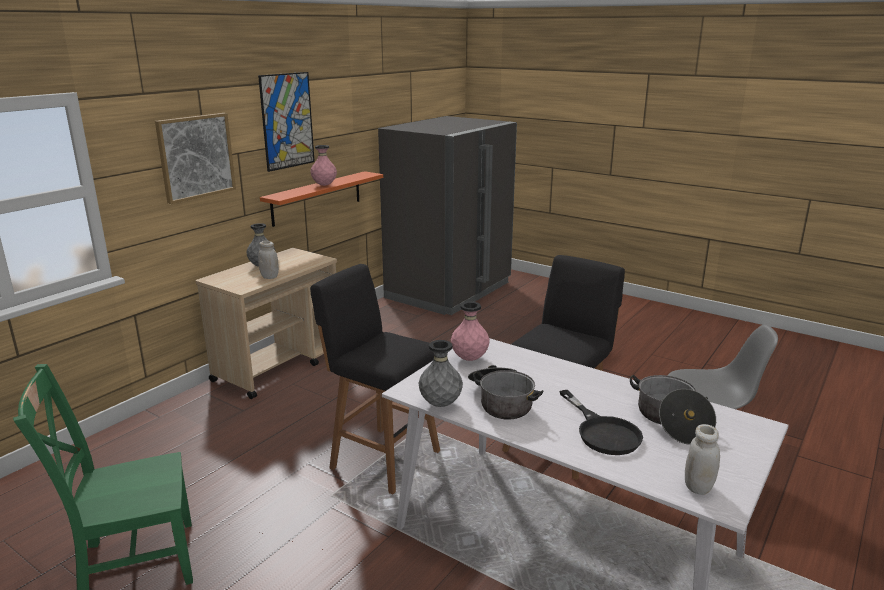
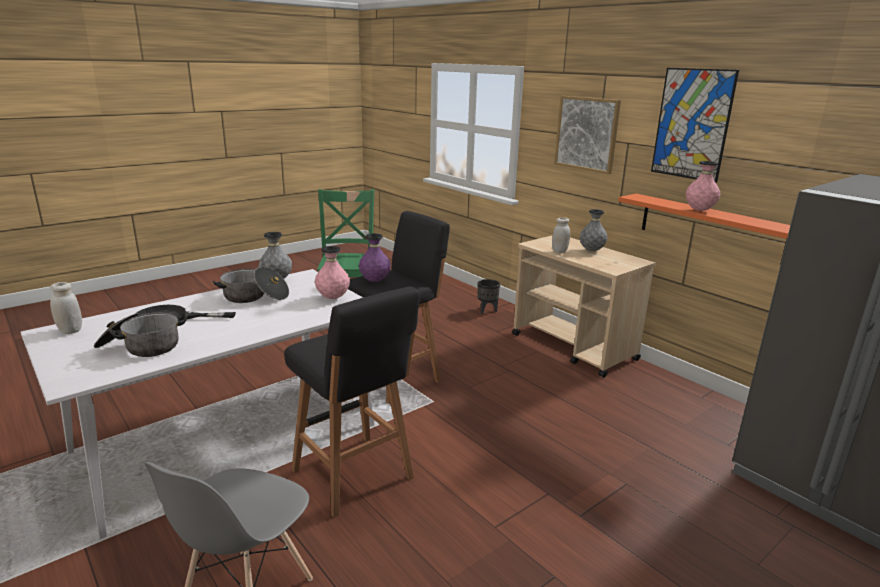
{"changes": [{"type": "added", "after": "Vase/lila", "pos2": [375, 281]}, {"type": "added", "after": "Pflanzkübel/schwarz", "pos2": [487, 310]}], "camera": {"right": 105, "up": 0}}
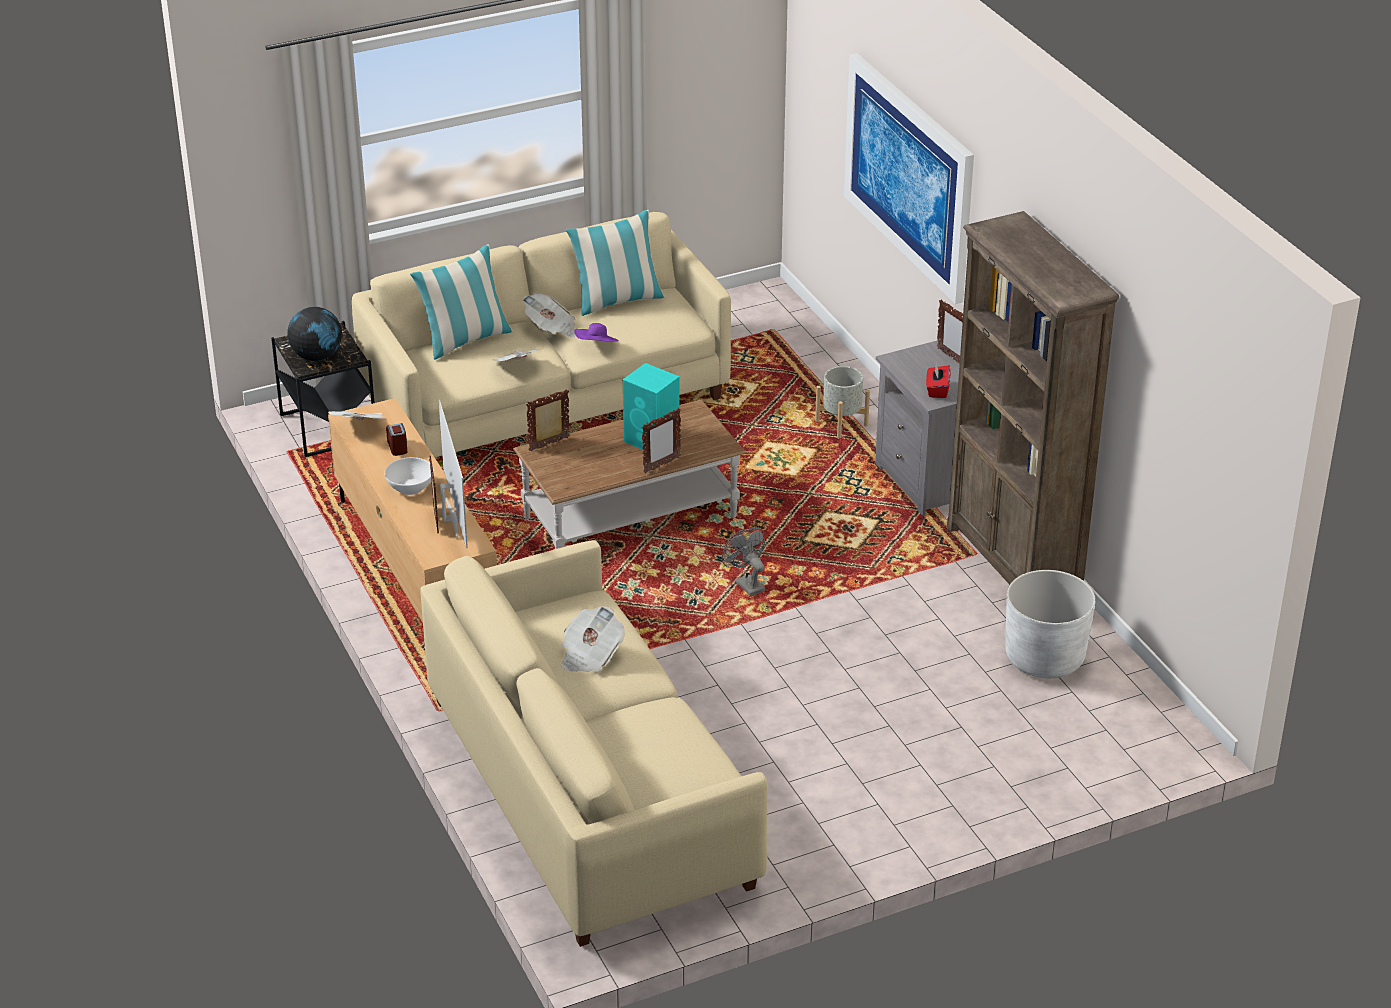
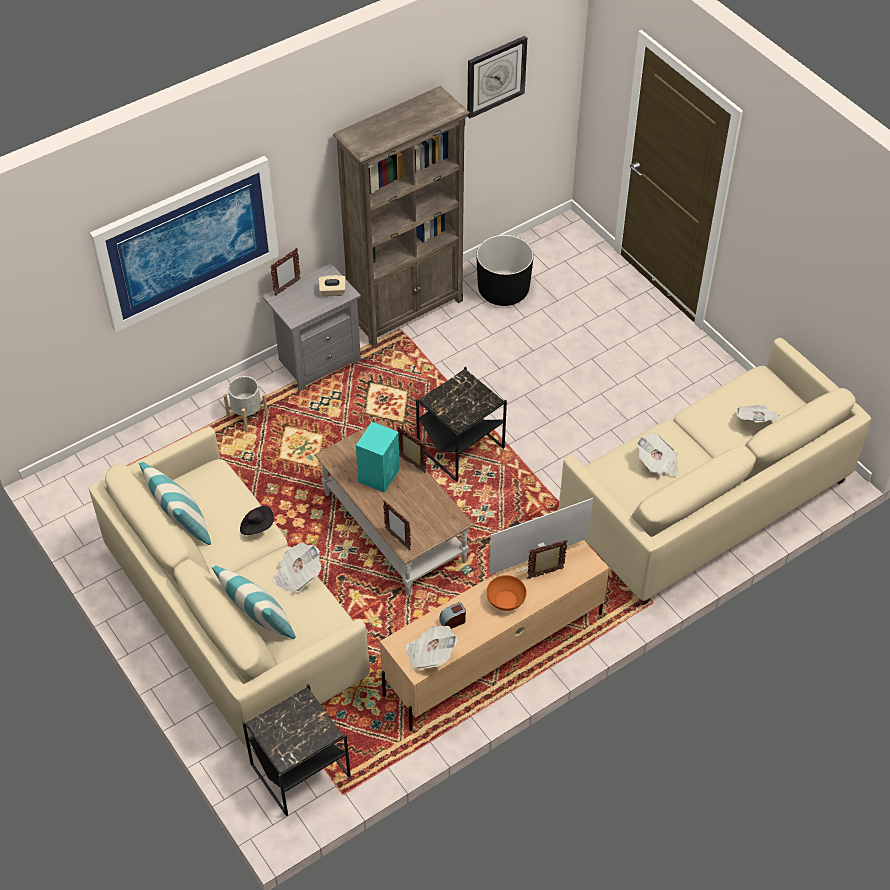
{"changes": [{"type": "removed", "before": "Globus", "pos1": [317, 356]}, {"type": "recoloured", "before": "Schüssel/weiß", "after": "Schüssel/orange", "pos1": [410, 487], "pos2": [506, 600]}, {"type": "moved", "before": "Zeitung", "pos1": [551, 328], "pos2": [755, 420]}, {"type": "recoloured", "before": "Hut/lila", "after": "Hut/schwarz", "pos1": [596, 346], "pos2": [257, 526]}, {"type": "replaced", "before": "Ventilator/grau", "after": "Beistelltisch/schwarz", "pos1": [746, 584], "pos2": [461, 447]}, {"type": "recoloured", "before": "Taschentuchbox/rot", "after": "Taschentuchbox/beige", "pos1": [937, 390], "pos2": [332, 292]}, {"type": "recoloured", "before": "Pflanzkübel/weiß", "after": "Pflanzkübel/schwarz", "pos1": [1044, 658], "pos2": [503, 290]}, {"type": "added", "after": "Wanduhr", "pos2": [495, 76]}], "camera": {"right": -100, "up": 15}}
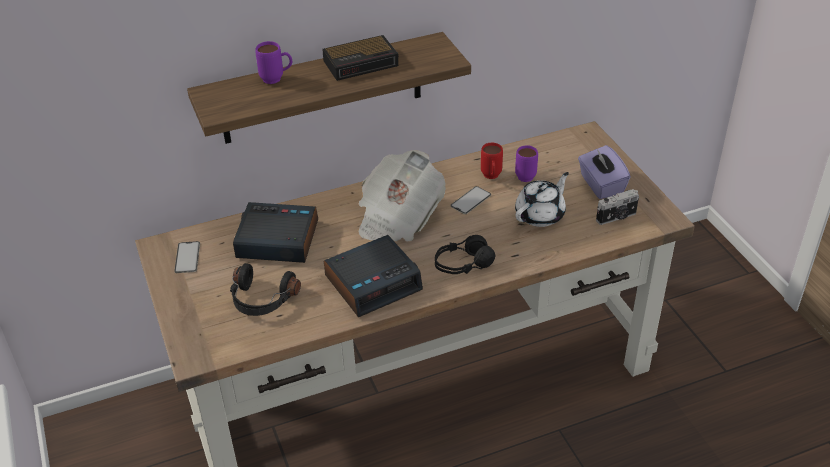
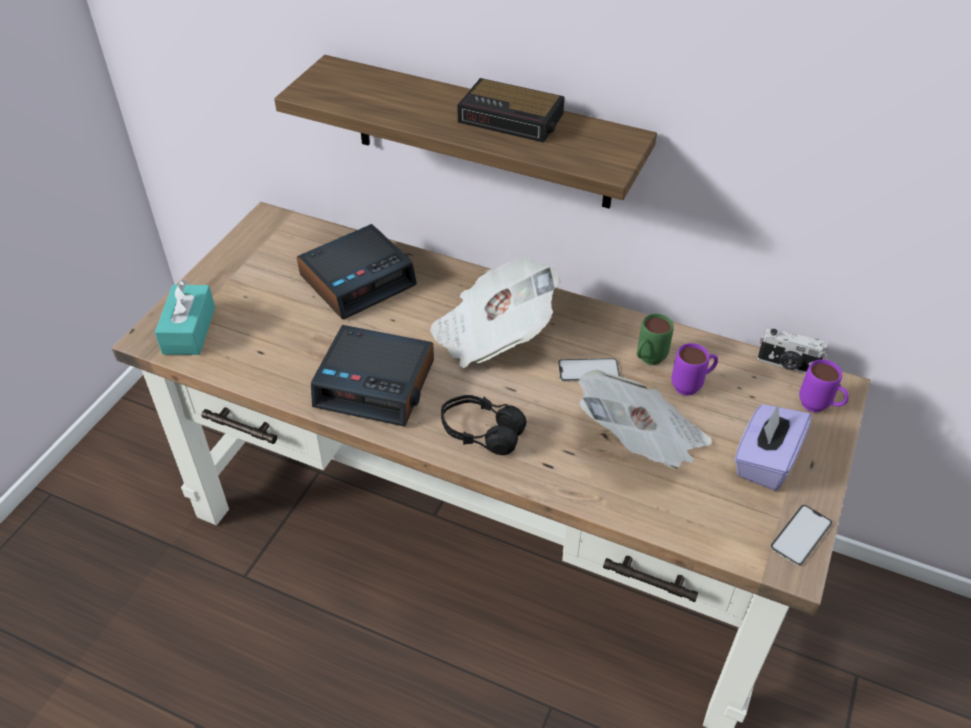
{"changes": [{"type": "moved", "before": "Handy", "pos1": [187, 257], "pos2": [801, 535]}, {"type": "removed", "before": "Kopfhörer/schwarz", "pos1": [262, 300]}, {"type": "turned", "before": "Wecker", "pos1": [276, 240], "pos2": [358, 280], "turn": 90}, {"type": "moved", "before": "Henkelbecher/lila", "pos1": [277, 79], "pos2": [818, 408]}, {"type": "recoloured", "before": "Henkelbecher/rot", "after": "Henkelbecher/grün", "pos1": [491, 177], "pos2": [647, 361]}, {"type": "replaced", "before": "Teekanne/weiß", "after": "Zeitung", "pos1": [540, 215], "pos2": [641, 442]}, {"type": "moved", "before": "Kamera", "pos1": [617, 217], "pos2": [787, 365]}, {"type": "added", "after": "Taschentuchbox/türkis", "pos2": [189, 330]}], "camera": {"right": 45, "up": 5}}
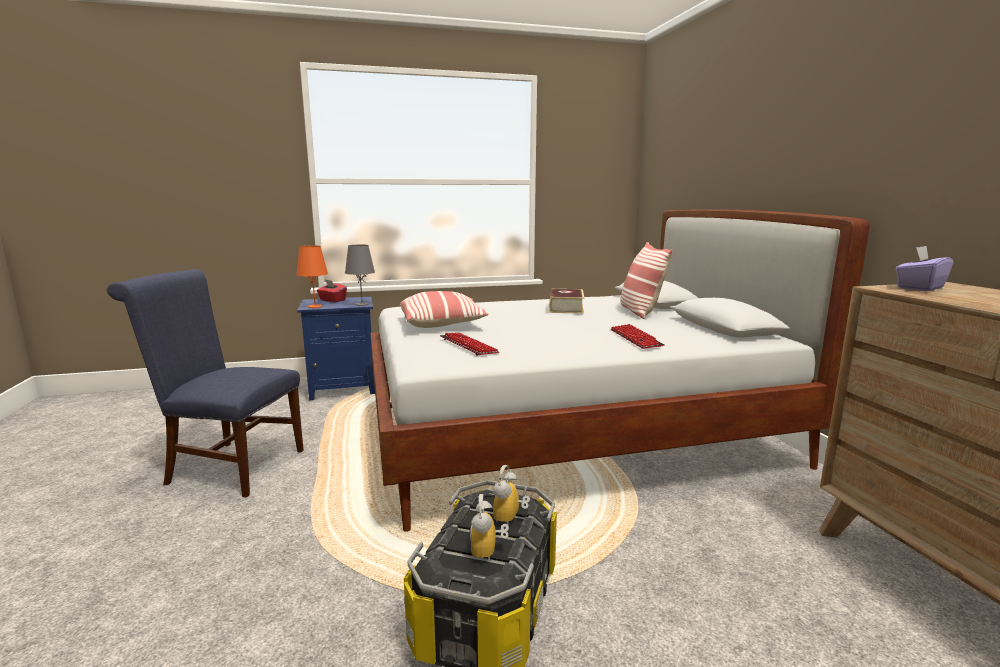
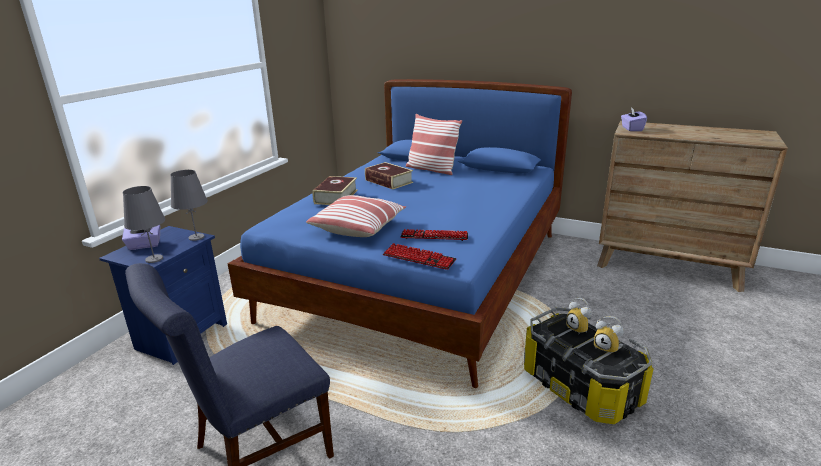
{"changes": [{"type": "recoloured", "before": "Tischlampe/orange", "after": "Tischlampe/grau", "pos1": [315, 306], "pos2": [154, 259]}, {"type": "recoloured", "before": "Taschentuchbox/rot", "after": "Taschentuchbox/lila", "pos1": [332, 300], "pos2": [144, 245]}, {"type": "recoloured", "before": "Bett/weiß", "after": "Bett/blau", "pos1": [568, 431], "pos2": [423, 275]}, {"type": "moved", "before": "Tastatur", "pos1": [635, 338], "pos2": [419, 258]}, {"type": "added", "after": "Buch", "pos2": [336, 197]}], "camera": {"right": -50, "up": 10}}
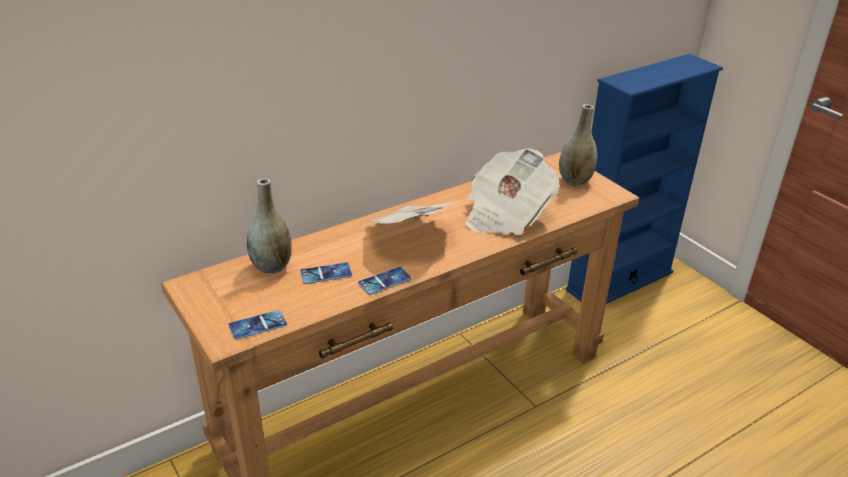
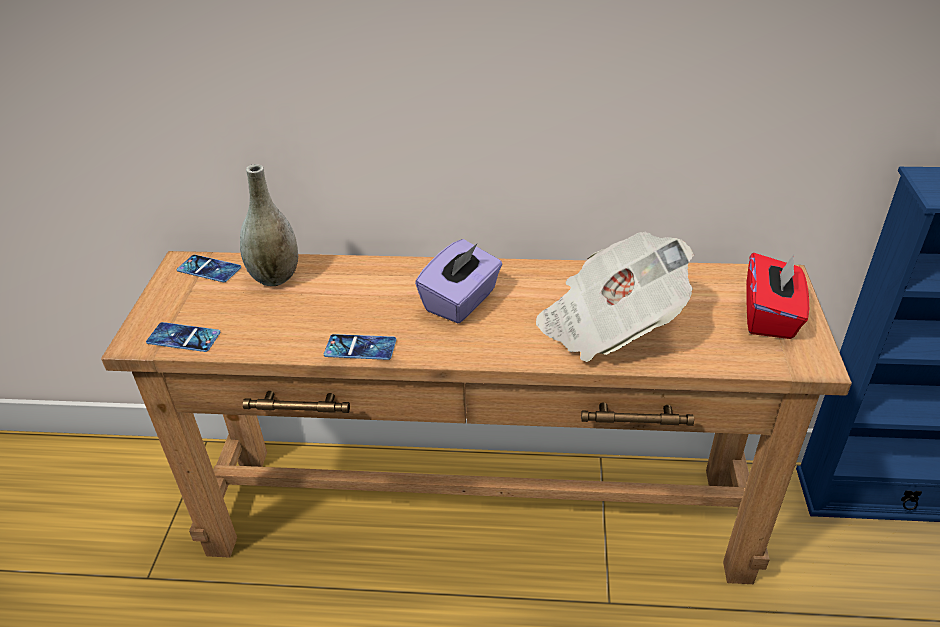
{"changes": [{"type": "moved", "before": "Handy", "pos1": [326, 273], "pos2": [209, 269]}, {"type": "replaced", "before": "Zeitung", "after": "Taschentuchbox/lila", "pos1": [411, 233], "pos2": [461, 301]}, {"type": "replaced", "before": "Vase/grau", "after": "Taschentuchbox/rot", "pos1": [575, 181], "pos2": [770, 316]}], "camera": {"right": 40, "up": 5}}
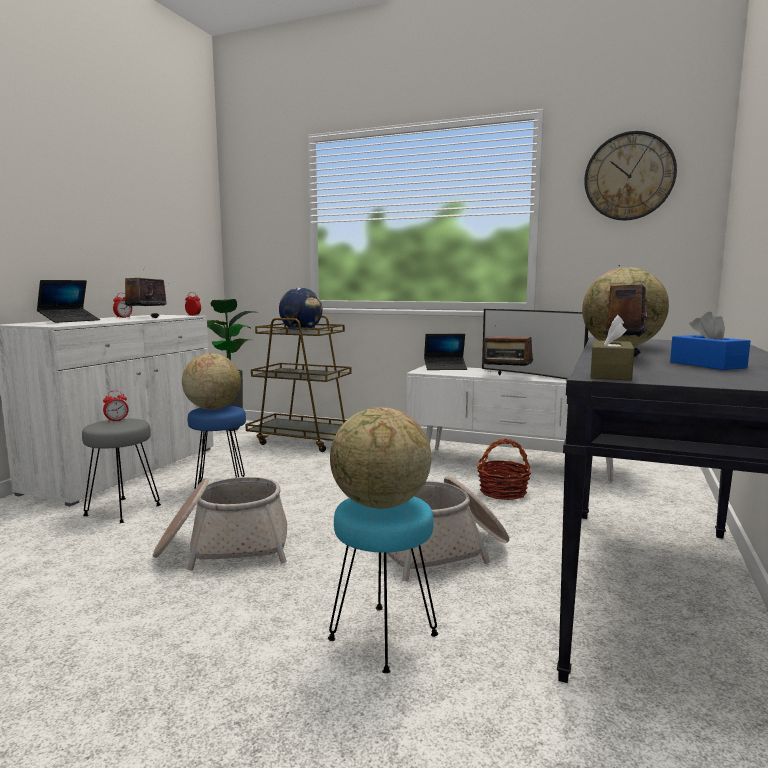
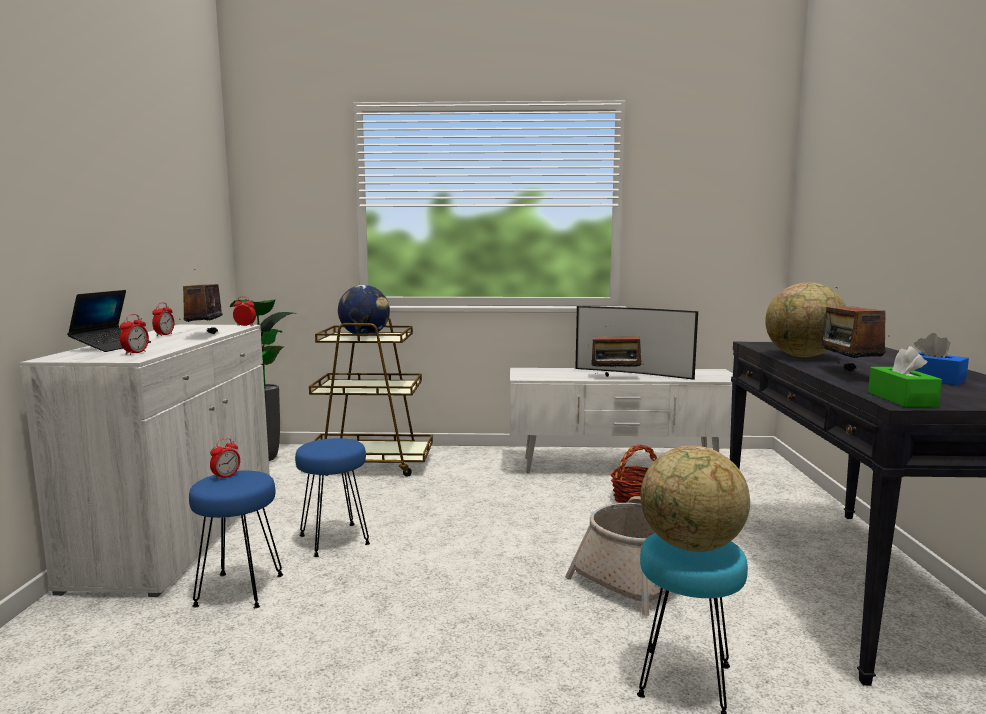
{"changes": [{"type": "recoloured", "before": "Hocker/grau", "after": "Hocker/blau", "pos1": [123, 510], "pos2": [240, 589]}, {"type": "removed", "before": "Korb", "pos1": [224, 547]}, {"type": "removed", "before": "Globus", "pos1": [212, 408]}, {"type": "removed", "before": "Laptop", "pos1": [445, 368]}, {"type": "removed", "before": "Wanduhr", "pos1": [629, 176]}, {"type": "recoloured", "before": "Taschentuchbox/braun", "after": "Taschentuchbox/grün", "pos1": [610, 374], "pos2": [901, 399]}, {"type": "added", "after": "Wecker", "pos2": [135, 353]}], "camera": {"right": -20, "up": 0}}
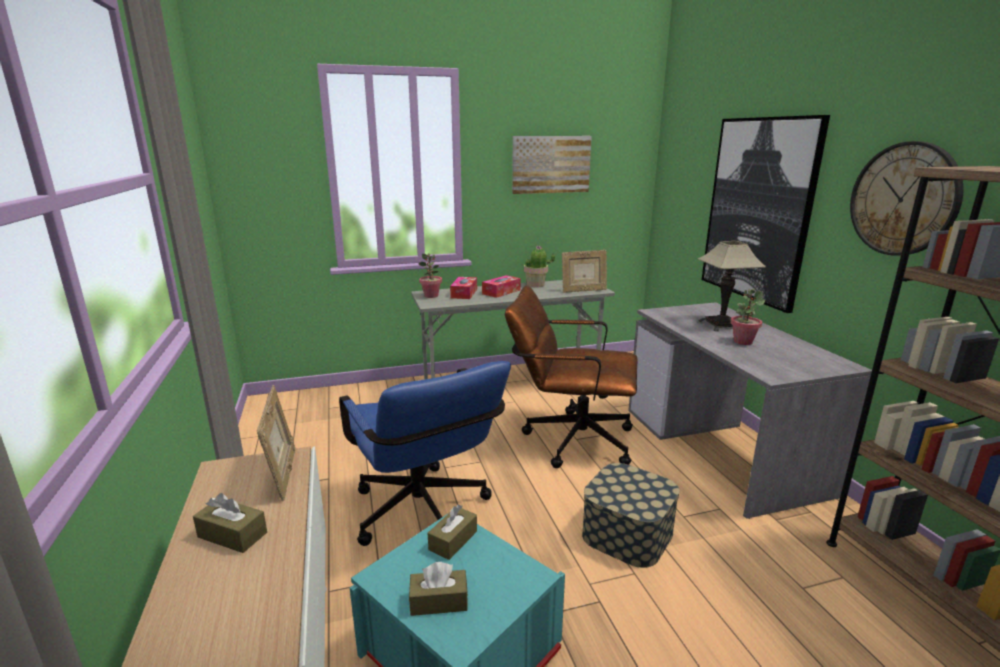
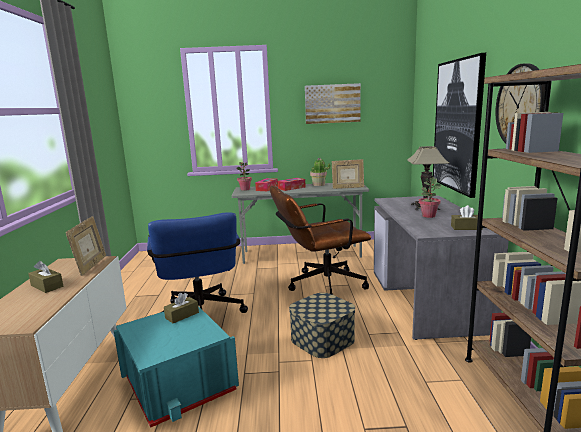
{"changes": [{"type": "moved", "before": "Taschentuchbox/braun", "pos1": [439, 601], "pos2": [466, 228]}, {"type": "turned", "before": "Bürostuhl/braun", "pos1": [569, 439], "pos2": [320, 285], "turn": -45}], "camera": {"right": 15, "up": -5}}
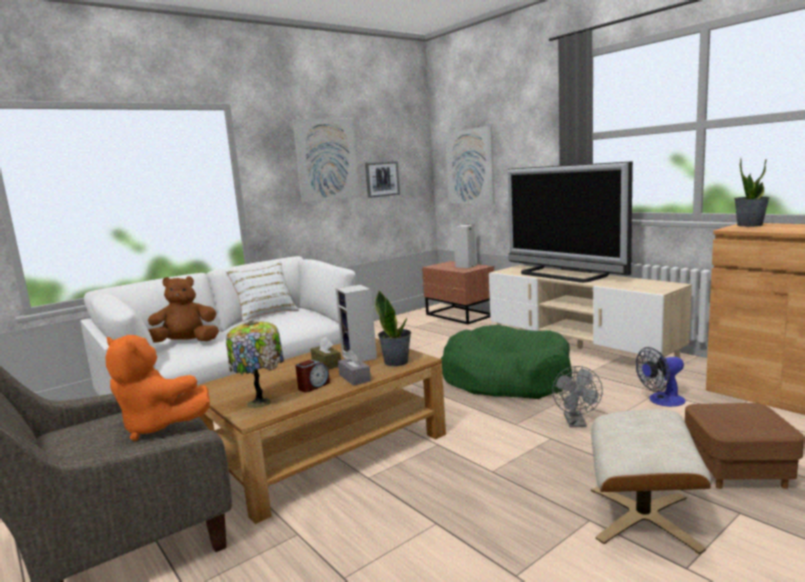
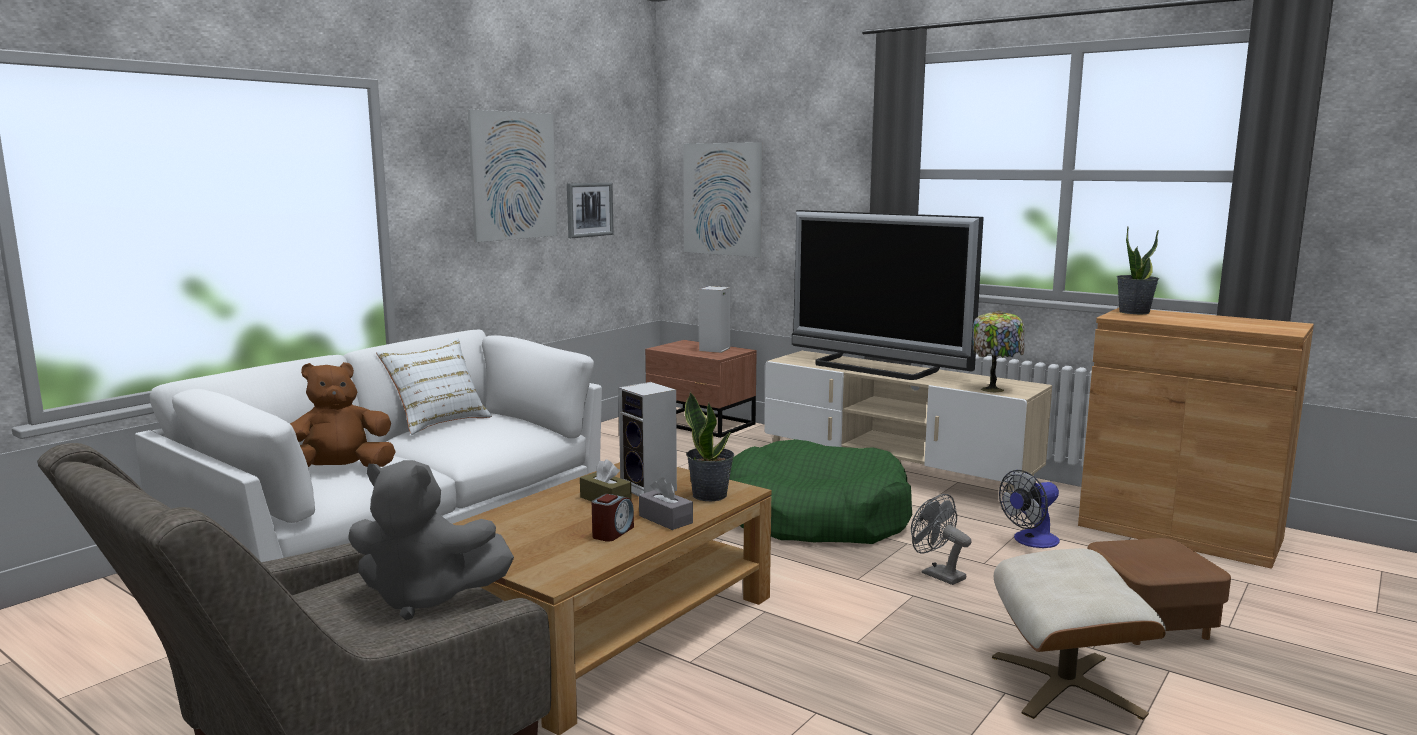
{"changes": [{"type": "recoloured", "before": "Plüschtier/orange", "after": "Plüschtier/grau", "pos1": [158, 427], "pos2": [426, 598]}, {"type": "moved", "before": "Tischlampe", "pos1": [261, 403], "pos2": [994, 389]}, {"type": "turned", "before": "Ventilator/grau", "pos1": [576, 423], "pos2": [937, 574], "turn": 150}], "camera": {"right": -15, "up": 0}}
